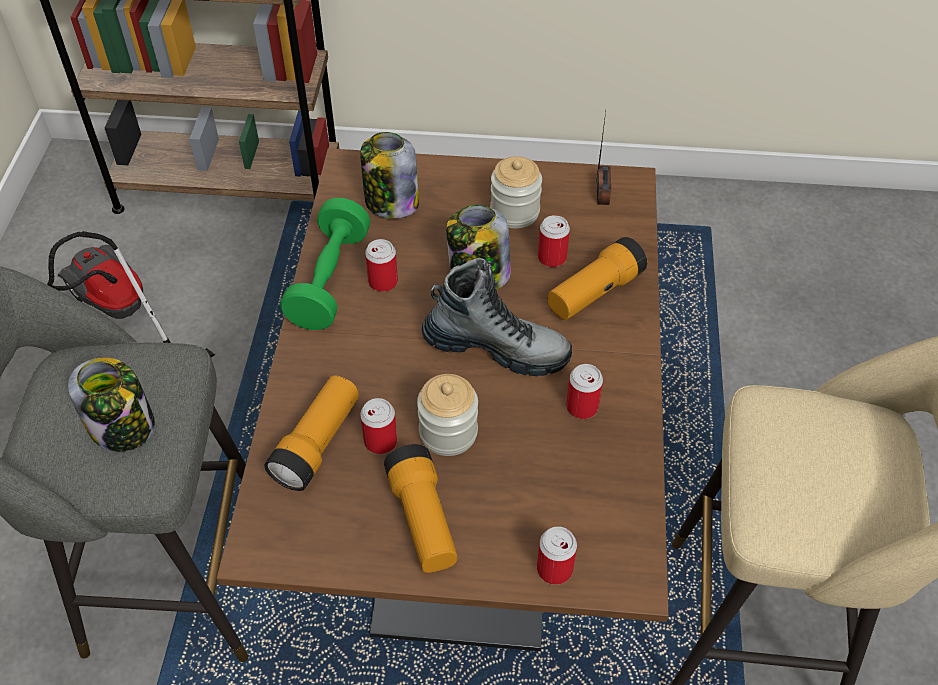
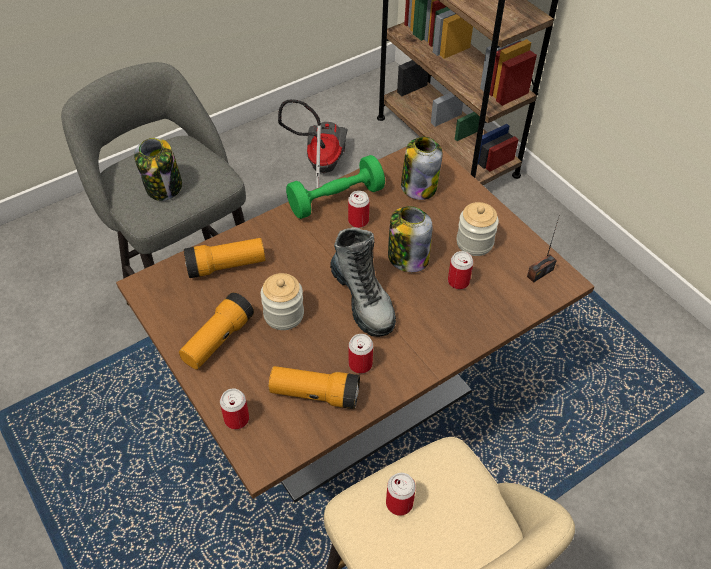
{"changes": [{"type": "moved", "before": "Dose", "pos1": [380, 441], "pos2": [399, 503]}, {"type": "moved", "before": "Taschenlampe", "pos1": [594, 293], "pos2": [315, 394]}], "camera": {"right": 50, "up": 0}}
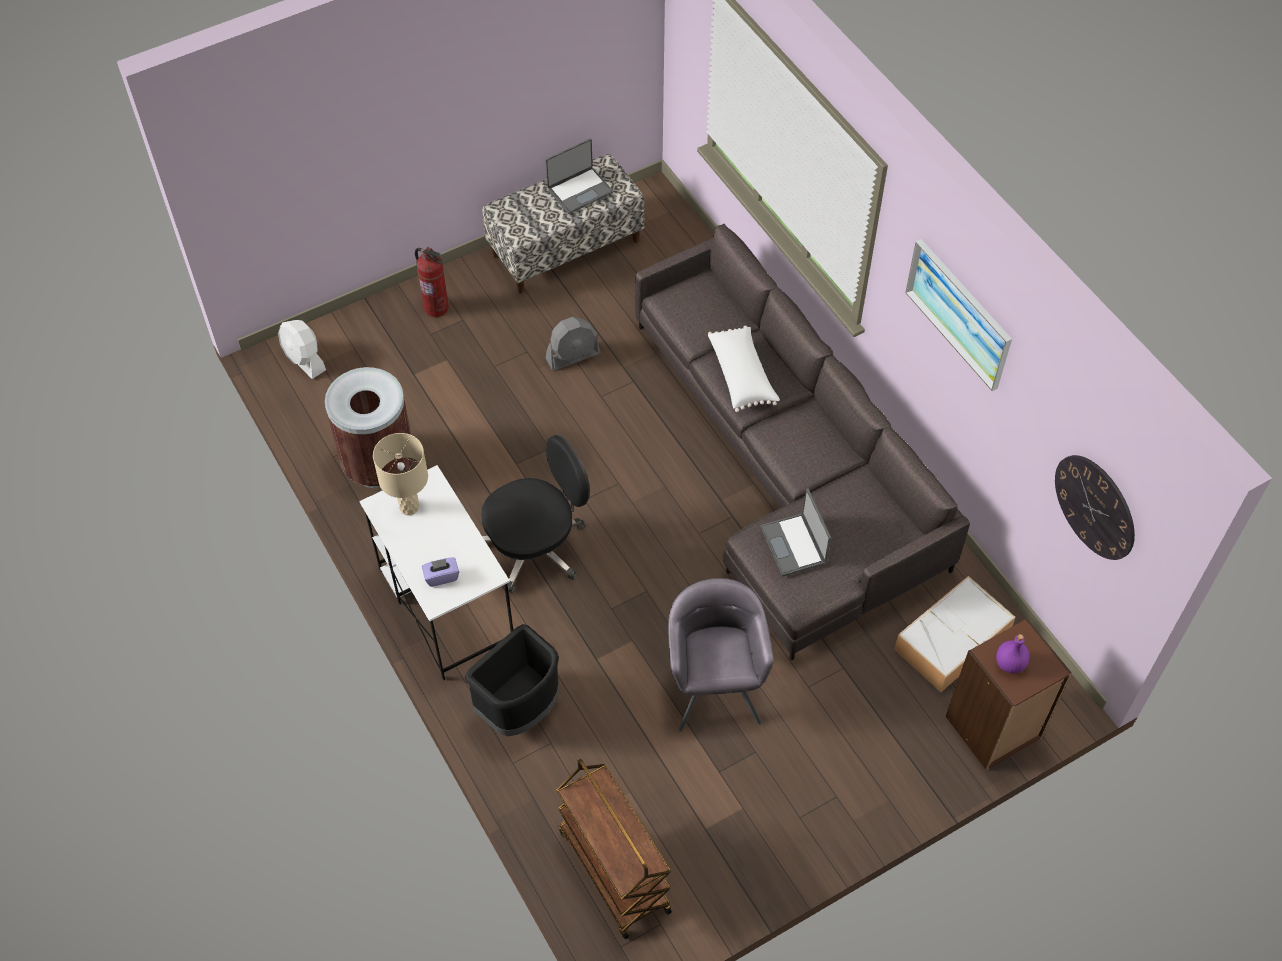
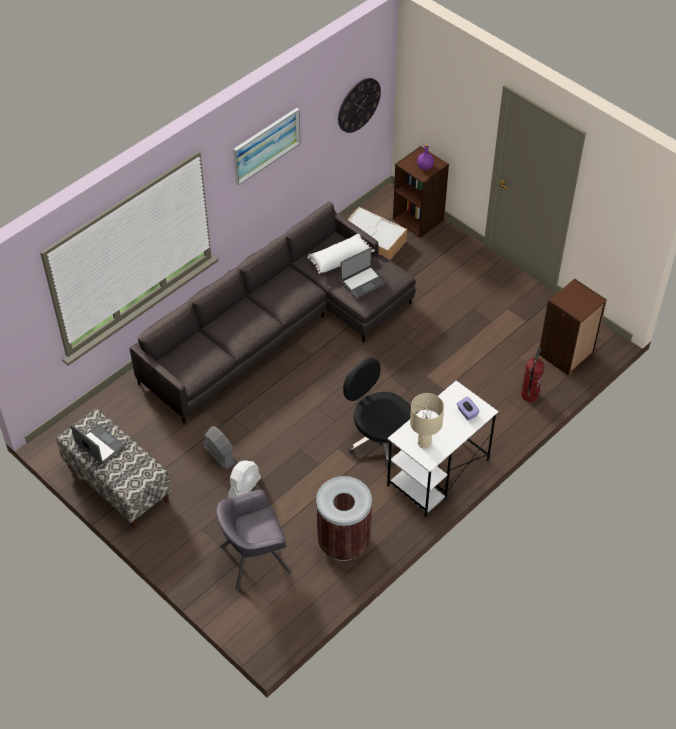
{"changes": [{"type": "moved", "before": "Ventilator/weiß", "pos1": [304, 360], "pos2": [244, 488]}, {"type": "moved", "before": "Feuerlöscher", "pos1": [436, 308], "pos2": [529, 395]}, {"type": "removed", "before": "Mülleimer/schwarz", "pos1": [520, 708]}, {"type": "replaced", "before": "Rollwagen/braun", "after": "Bücherregal/braun", "pos1": [613, 870], "pos2": [566, 354]}, {"type": "moved", "before": "Sessel/grau", "pos1": [715, 686], "pos2": [254, 559]}, {"type": "moved", "before": "Kissen/weiß", "pos1": [742, 375], "pos2": [340, 258]}], "camera": {"right": -105, "up": -5}}
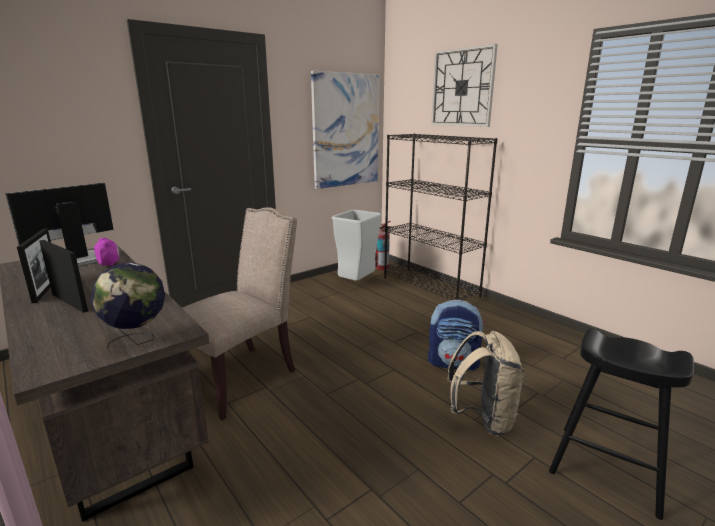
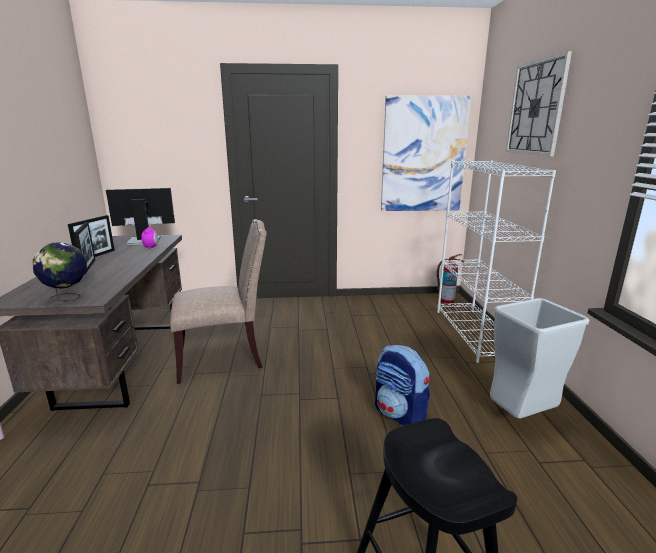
{"changes": [{"type": "moved", "before": "Mülleimer/grau", "pos1": [356, 284], "pos2": [520, 417]}, {"type": "recoloured", "before": "Bücherregal/schwarz", "after": "Bücherregal/weiß", "pos1": [430, 287], "pos2": [475, 334]}, {"type": "removed", "before": "Rucksack/beige", "pos1": [483, 419]}], "camera": {"right": 35, "up": 0}}
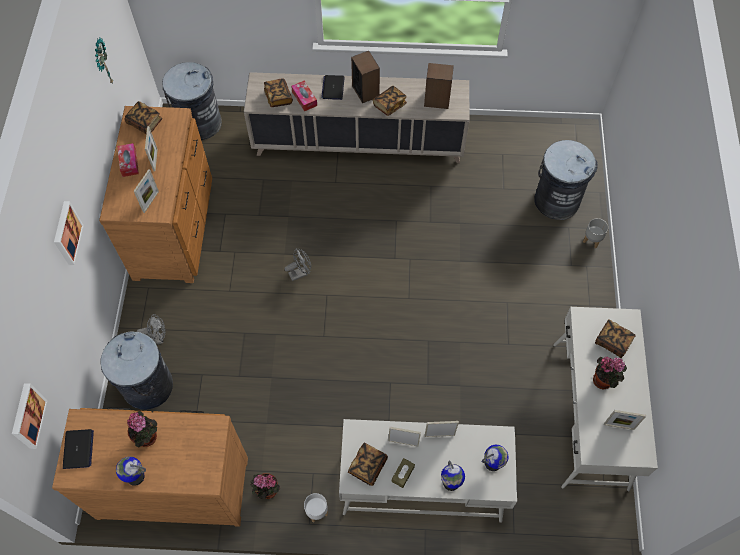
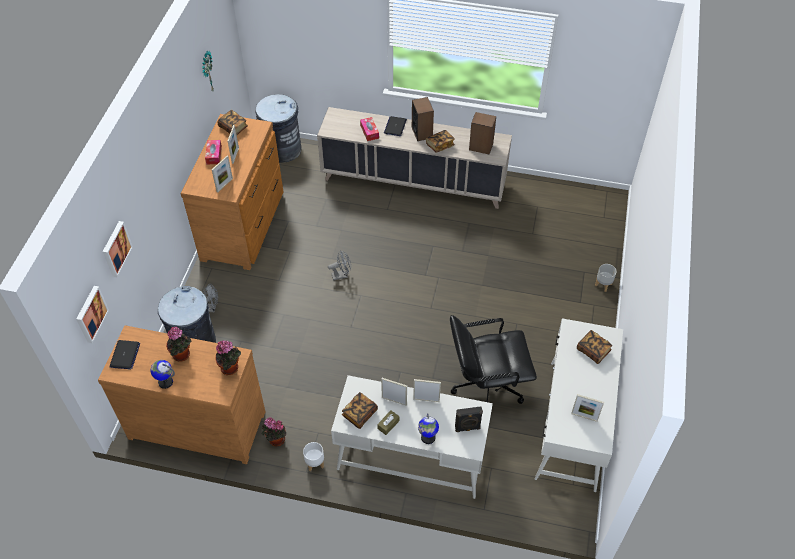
{"changes": [{"type": "moved", "before": "Bild", "pos1": [66, 233], "pos2": [115, 248]}, {"type": "removed", "before": "Buch", "pos1": [278, 97]}, {"type": "replaced", "before": "Globus", "after": "Lautsprecher/schwarz", "pos1": [493, 463], "pos2": [467, 428]}, {"type": "removed", "before": "Mülleimer/grau", "pos1": [556, 200]}, {"type": "moved", "before": "Topfpflanze", "pos1": [604, 380], "pos2": [231, 368]}, {"type": "added", "after": "Bürostuhl/schwarz", "pos2": [486, 387]}], "camera": {"right": 10, "up": -10}}
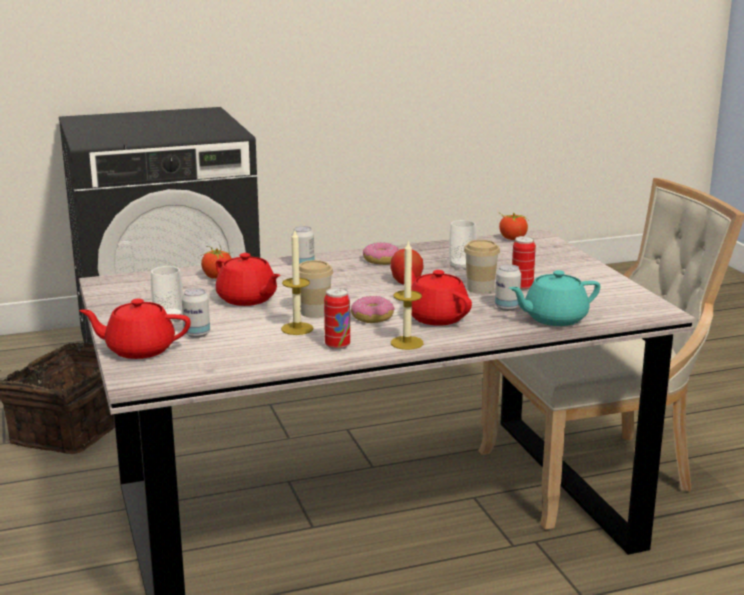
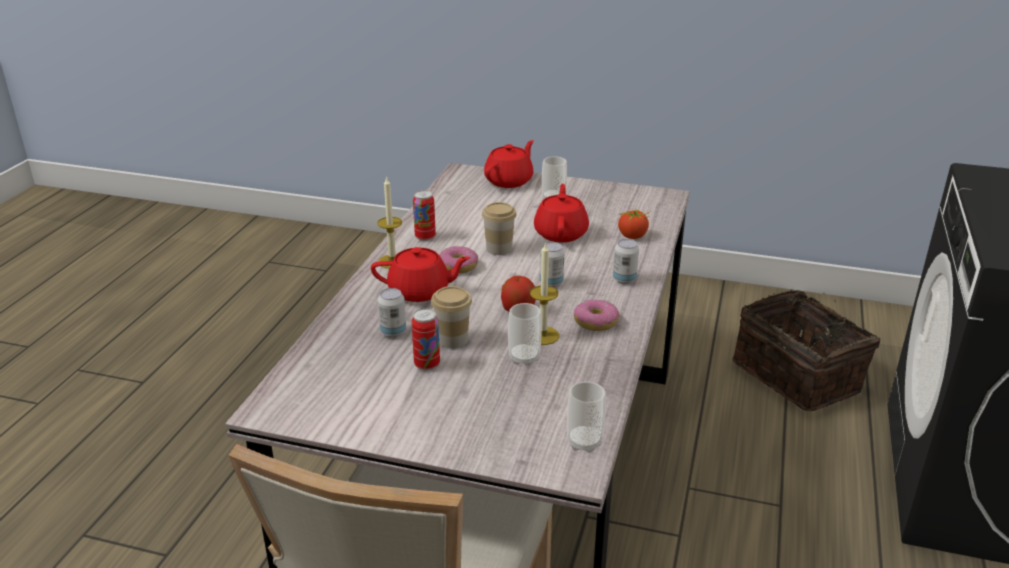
{"changes": [{"type": "moved", "before": "Dose", "pos1": [197, 334], "pos2": [551, 283]}, {"type": "turned", "before": "Teekanne/rot", "pos1": [247, 299], "pos2": [561, 233], "turn": 105}, {"type": "moved", "before": "Kerze", "pos1": [297, 328], "pos2": [543, 335]}, {"type": "replaced", "before": "Tomate", "after": "Tasse", "pos1": [512, 239], "pos2": [584, 442]}, {"type": "removed", "before": "Teekanne/türkis", "pos1": [554, 318]}], "camera": {"right": 125, "up": 10}}
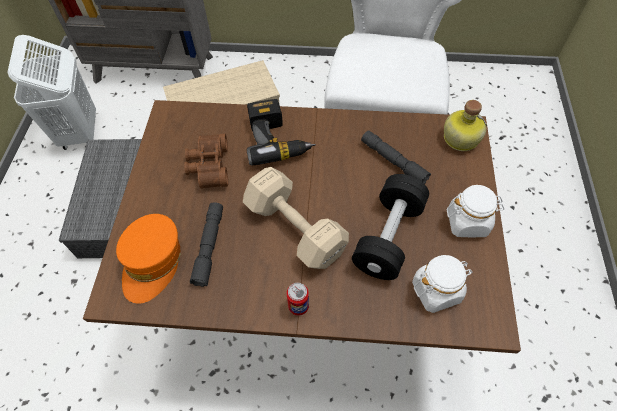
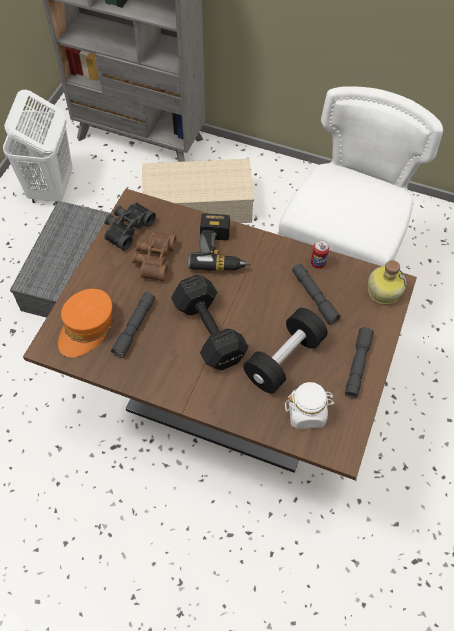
{"changes": [{"type": "recoloured", "before": "Hantel/beige", "after": "Hantel/schwarz", "pos1": [294, 226], "pos2": [209, 329]}, {"type": "moved", "before": "Dose", "pos1": [298, 306], "pos2": [318, 263]}, {"type": "replaced", "before": "Vorratsglas/weiß", "after": "Taschenlampe/grau", "pos1": [467, 222], "pos2": [357, 365]}, {"type": "added", "after": "Fernglas/schwarz", "pos2": [127, 228]}], "camera": {"right": 15, "up": 0}}
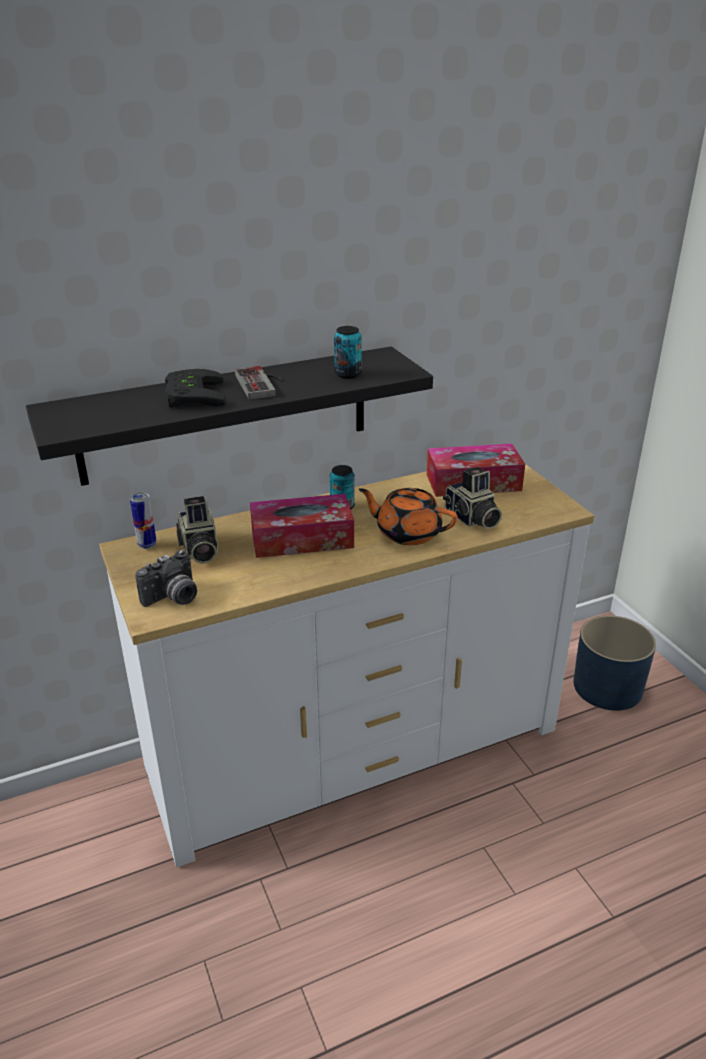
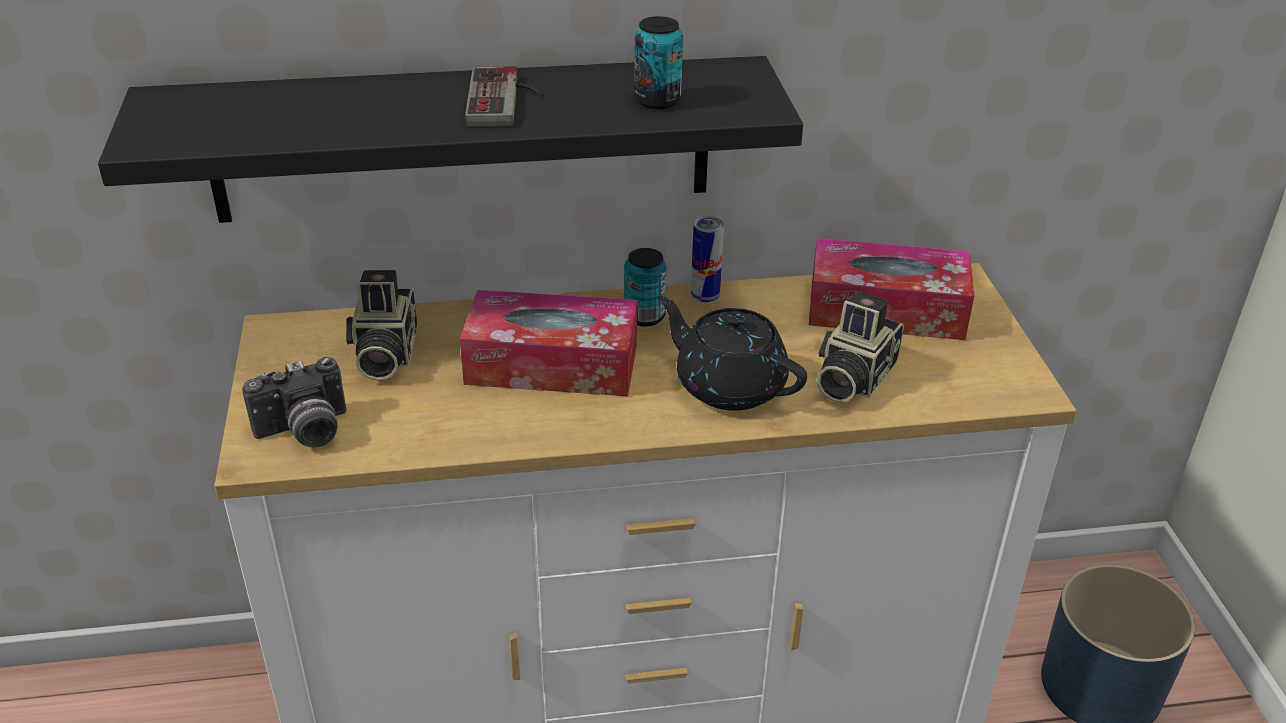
{"changes": [{"type": "moved", "before": "Dose", "pos1": [147, 545], "pos2": [705, 297]}, {"type": "removed", "before": "Gamepad/schwarz", "pos1": [190, 395]}, {"type": "recoloured", "before": "Teekanne/orange", "after": "Teekanne/schwarz", "pos1": [407, 533], "pos2": [729, 385]}, {"type": "turned", "before": "Kamera", "pos1": [471, 518], "pos2": [851, 378], "turn": 45}], "camera": {"right": 15, "up": 5}}
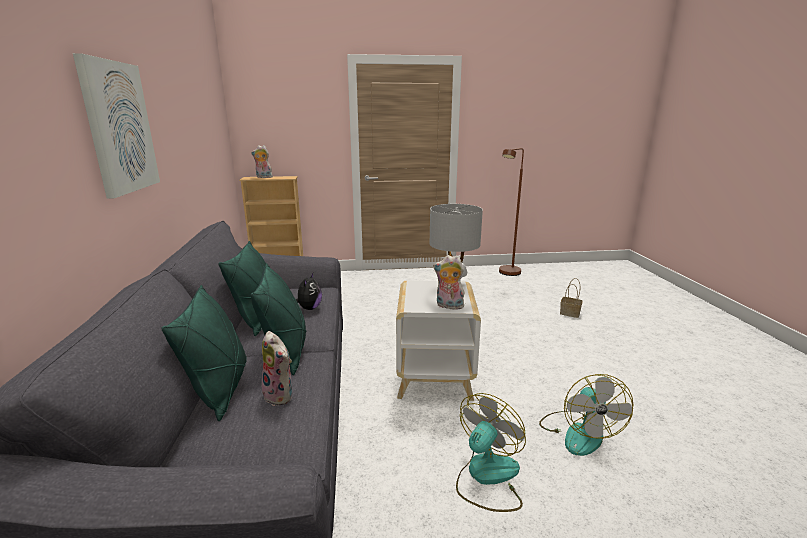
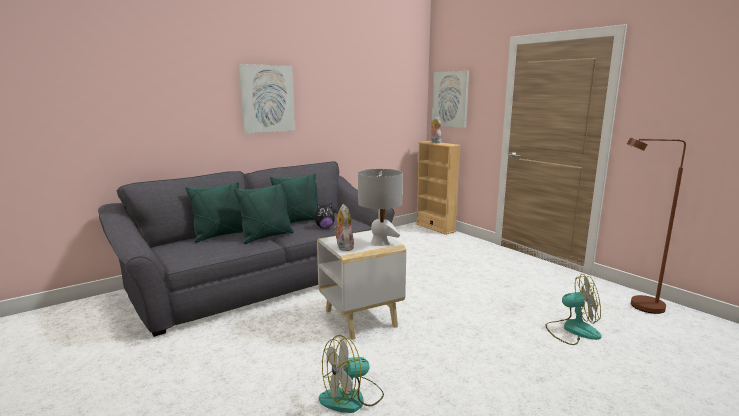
{"changes": [{"type": "removed", "before": "Plüschtier", "pos1": [281, 395]}, {"type": "moved", "before": "Ventilator", "pos1": [487, 477], "pos2": [572, 330]}, {"type": "removed", "before": "Korb", "pos1": [569, 313]}, {"type": "added", "after": "Bild", "pos2": [450, 99]}], "camera": {"right": 60, "up": -5}}
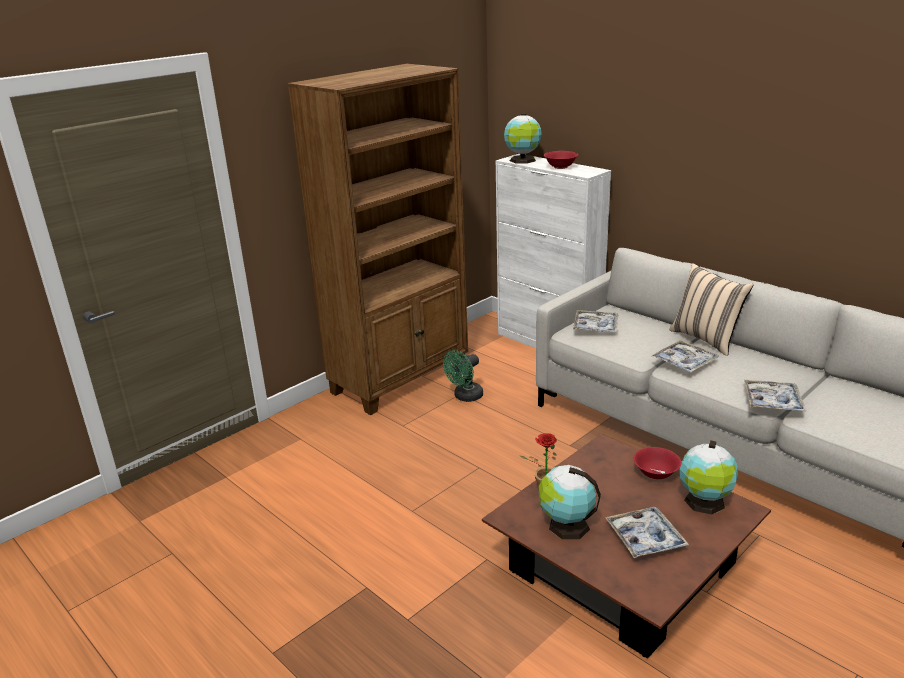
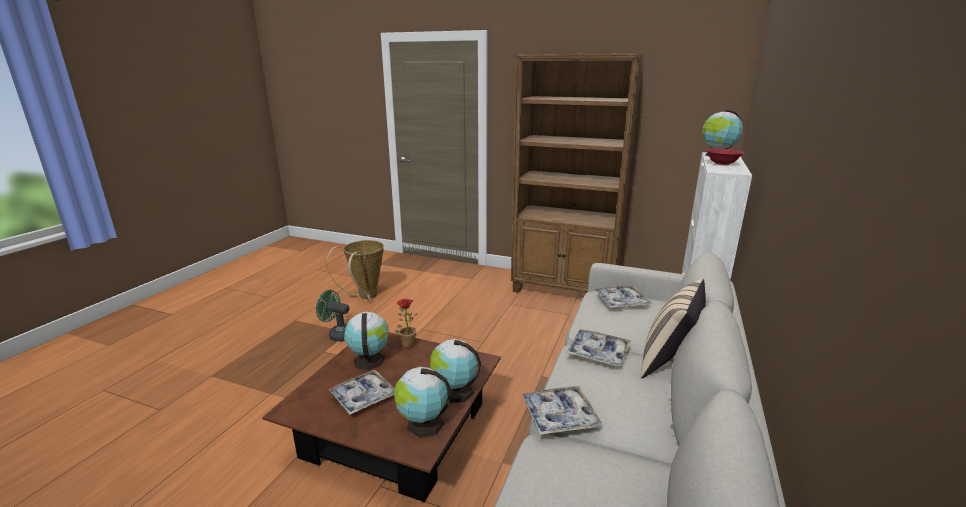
{"changes": [{"type": "moved", "before": "Ventilator/grün", "pos1": [465, 397], "pos2": [338, 335]}, {"type": "replaced", "before": "Schüssel/rot", "after": "Globus", "pos1": [656, 474], "pos2": [454, 391]}, {"type": "added", "after": "Korb", "pos2": [365, 297]}], "camera": {"right": 65, "up": -5}}
